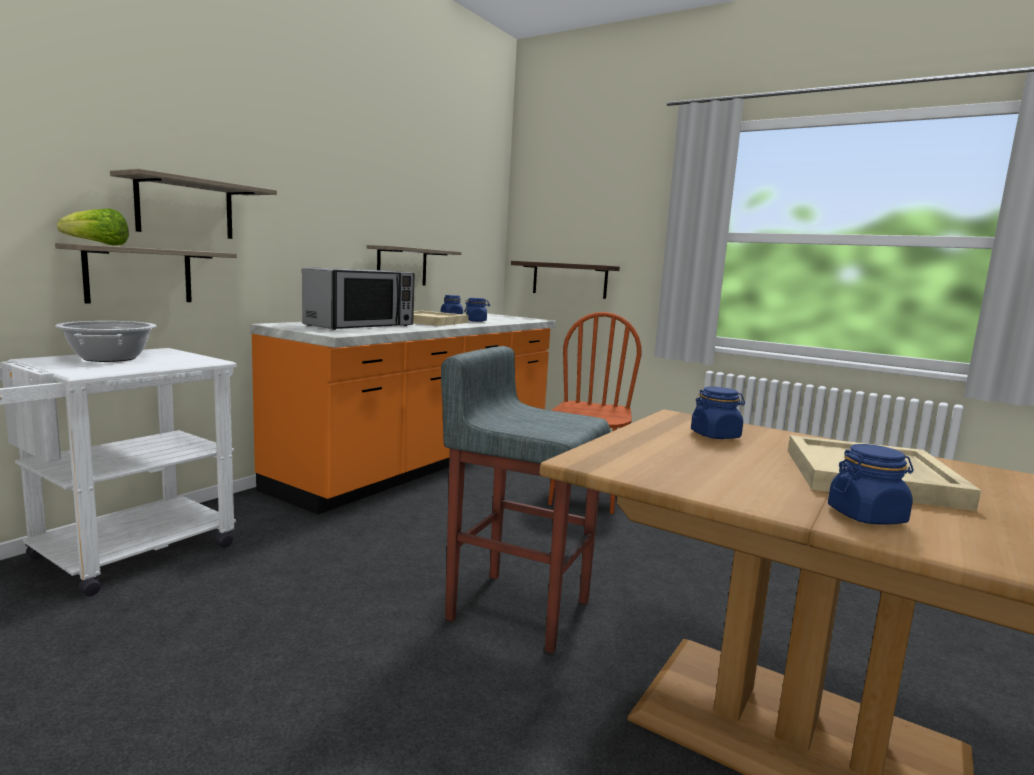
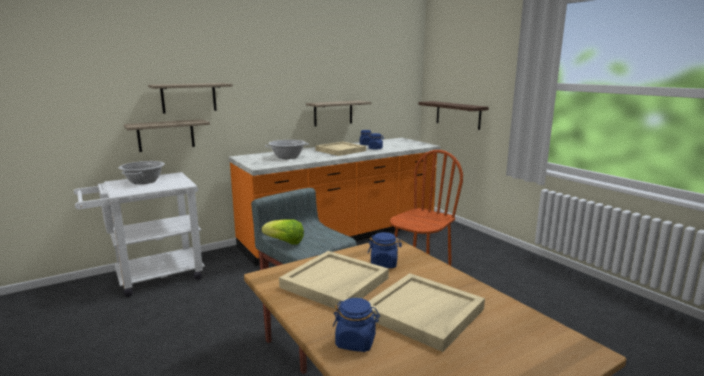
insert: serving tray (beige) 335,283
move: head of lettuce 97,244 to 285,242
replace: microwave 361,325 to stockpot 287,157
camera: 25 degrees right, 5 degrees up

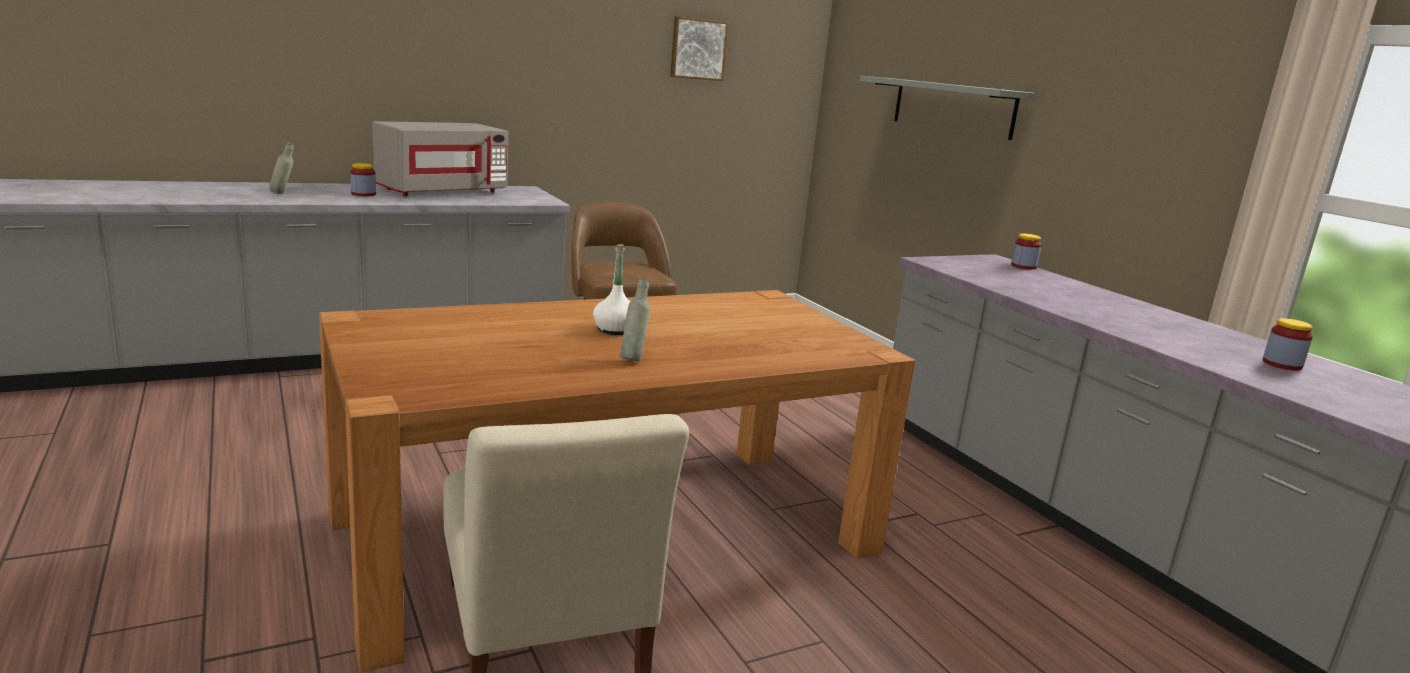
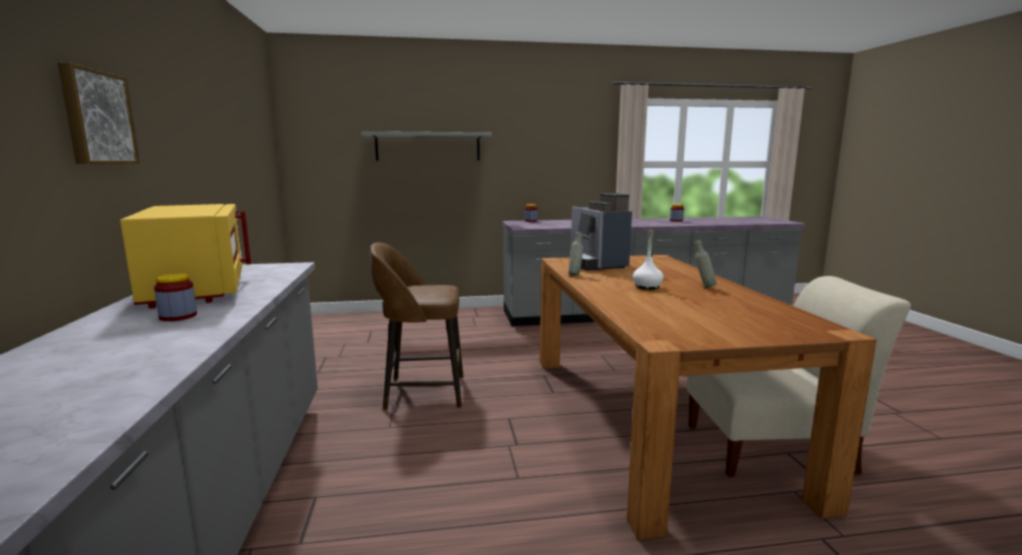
insert: coffee machine 596,264
move: wall art 697,49 to 96,118; beverage bottle (gray) 283,194 to 575,274
recolor: microwave (gray) 442,191 to microwave (yellowish) 196,290
camera: 70 degrees left, 5 degrees down

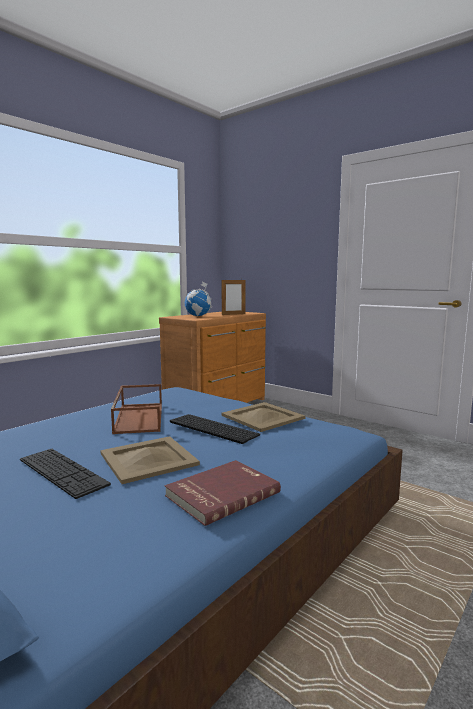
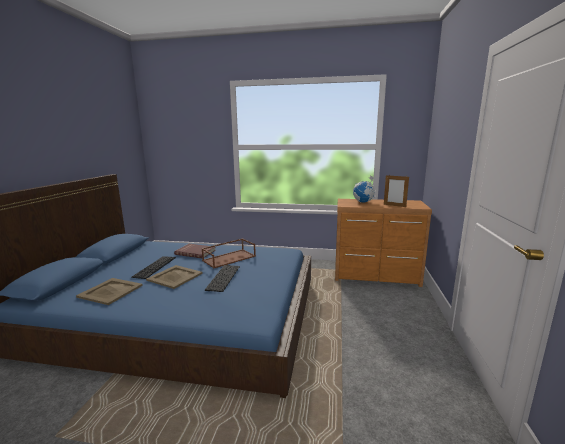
move: serving tray (beige) 262,417 to 110,291; book (reddish) 221,493 to 195,252
camera: 60 degrees right, 5 degrees up

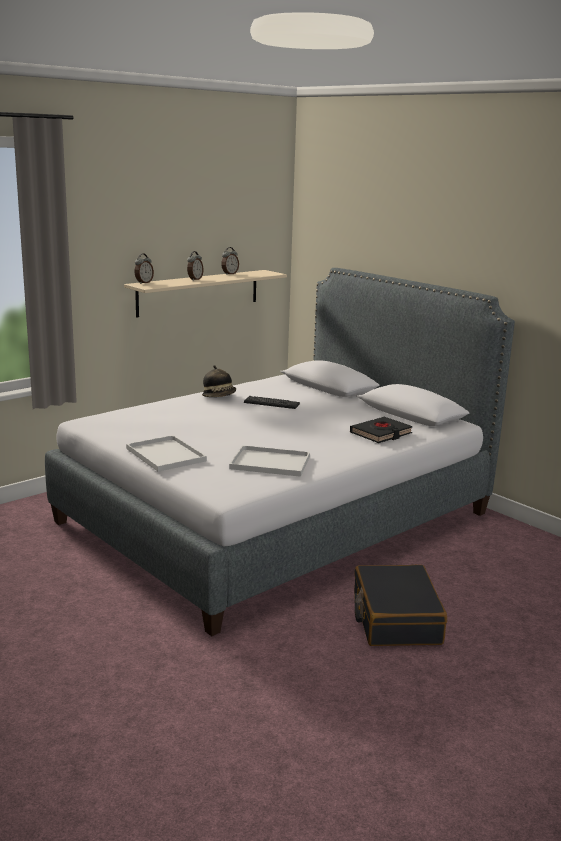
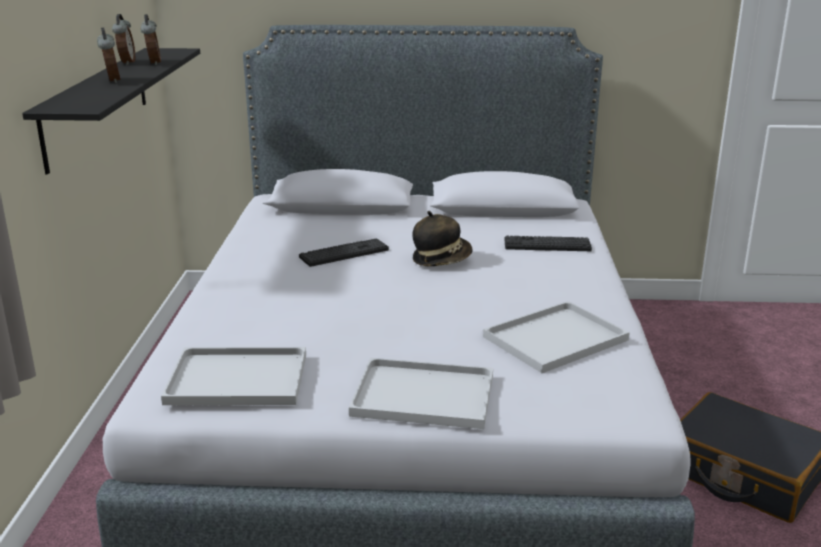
insert: serving tray (whitish) 234,379
move: alarm clock 143,283 to 153,63; hat 219,396 to 441,259
replace: book (black) 381,434 to keyboard 547,245
recolor: wall shelf (beige) 198,292 to wall shelf (black) 97,105
camera: 45 degrees left, 5 degrees up

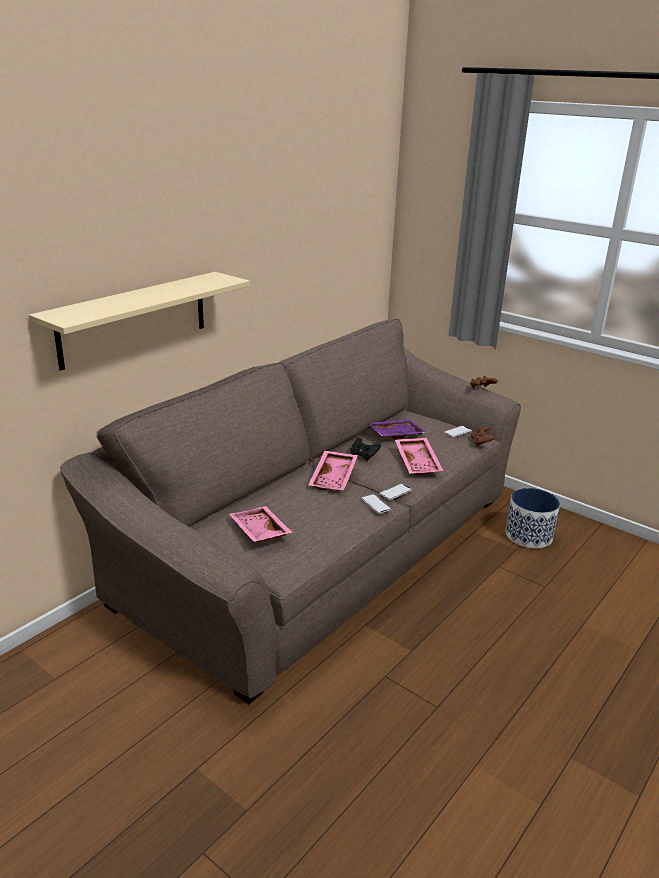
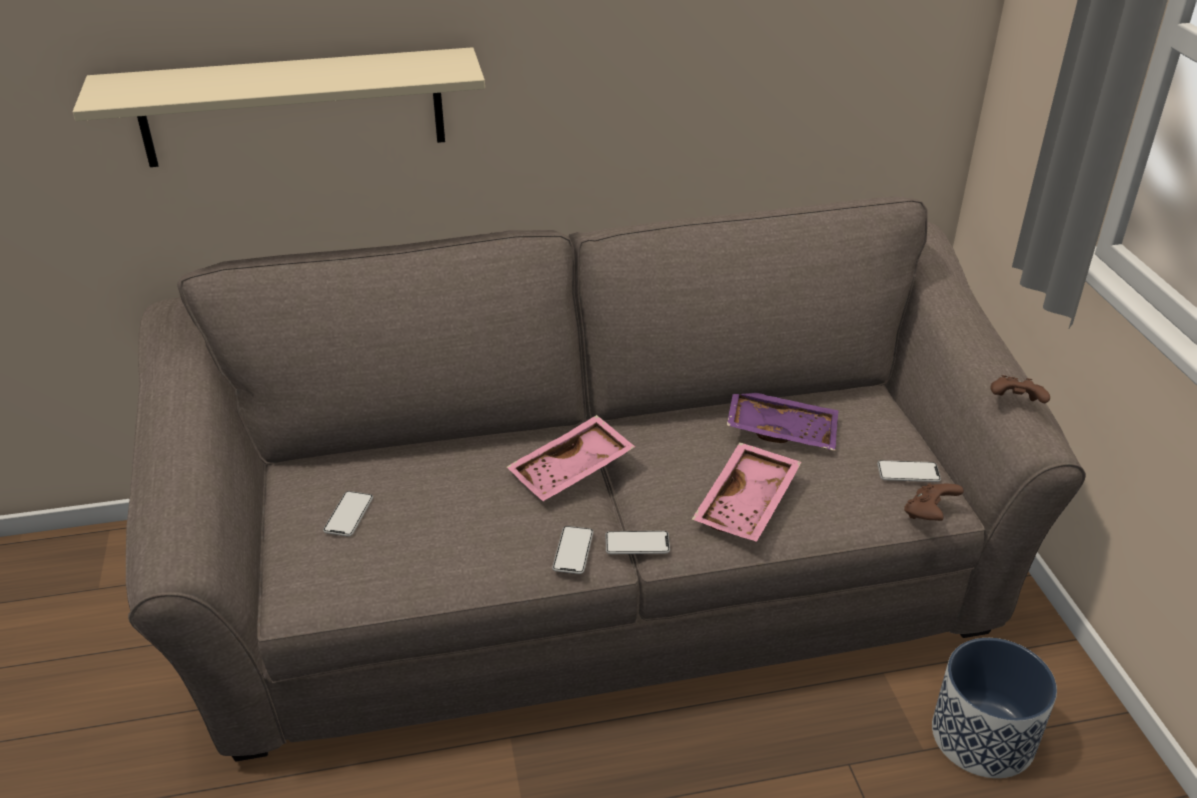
delete: joypad (black) 363,456
replace: serving tray (pinkish) 258,532 to phone 348,515
camera: 40 degrees right, 10 degrees up

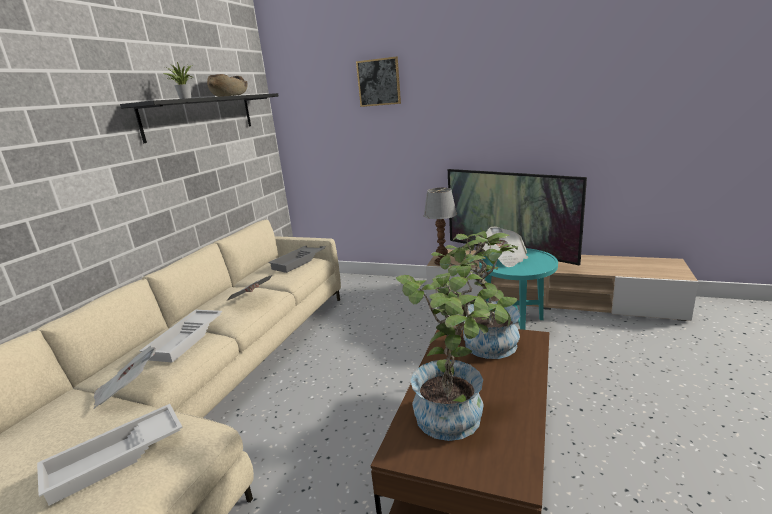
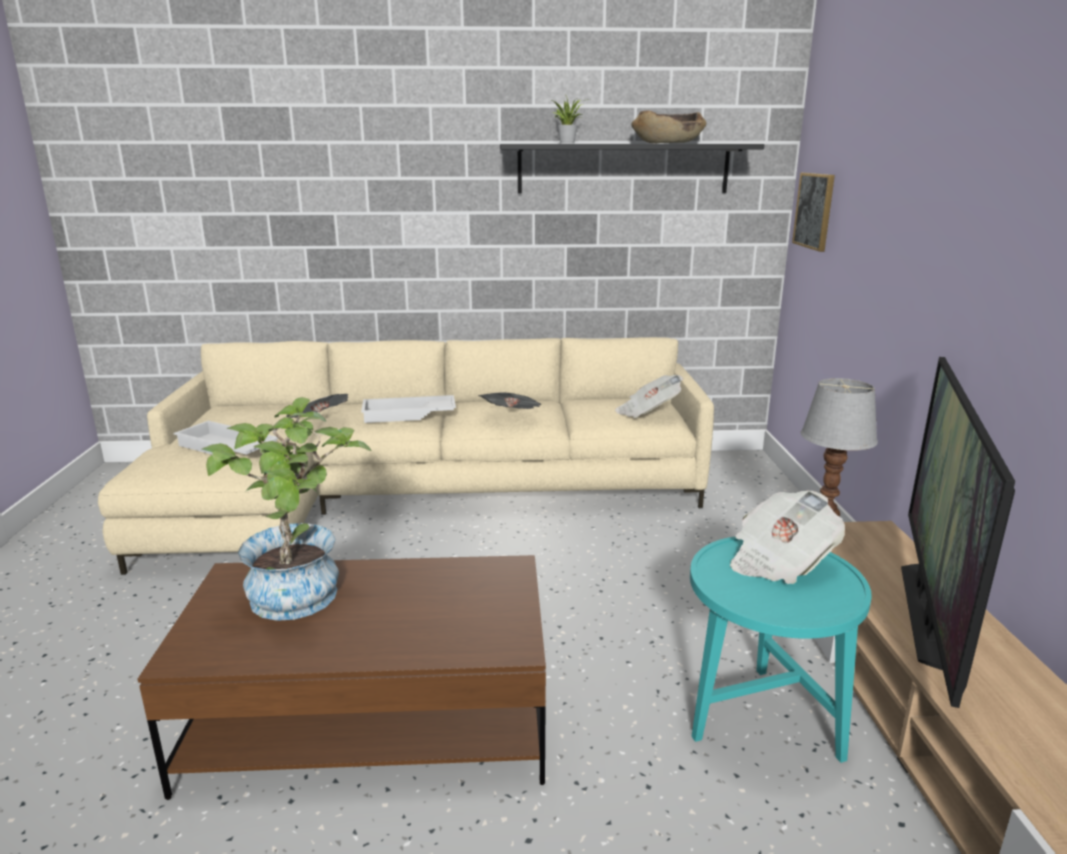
delete: potted plant 482,344
move: wall art 379,82 to 814,211
replace: serving tray (gray) 299,261 to printed paper 647,412
camera: 65 degrees right, 0 degrees up

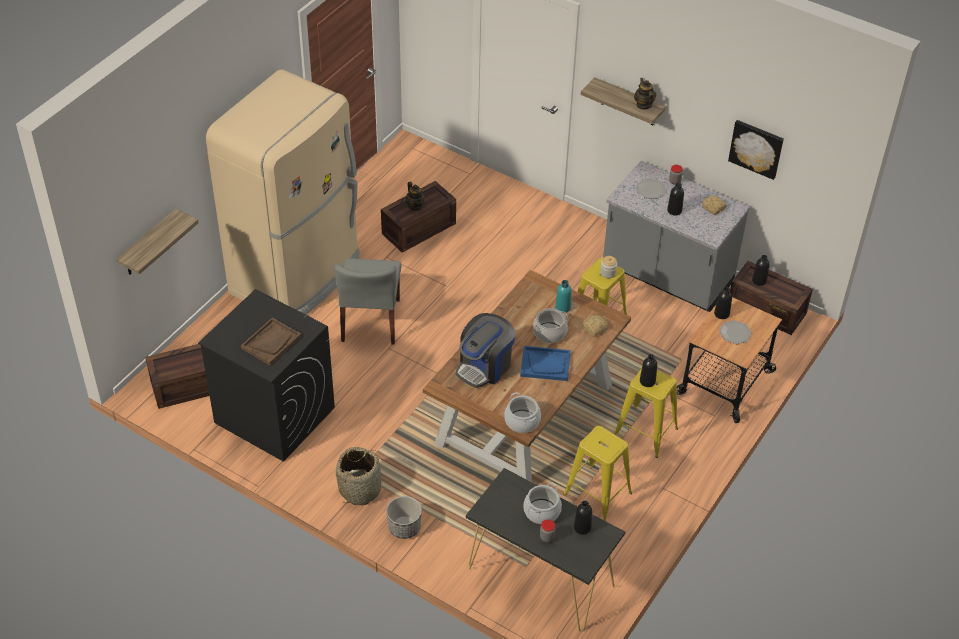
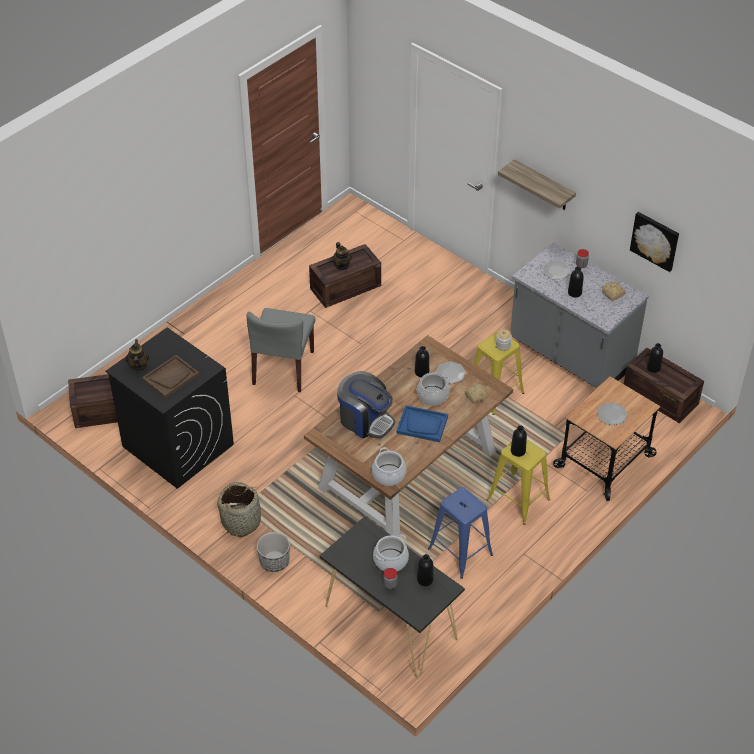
delete: fridge (beige) 297,276; wall shelf 148,244
move: tea pot 643,105 to 138,366; beverage bottle (black) 721,314 to 421,372
replace: beverage bottle (turquoise-coloured) 563,307 to dinner plate 450,373
recolor: stool seat (yellowish) 597,494 to stool seat (blue-coloured) 460,552
rotate: coffee machine 485,366 = 365,420 105 degrees counterclockwise
camera: 10 degrees right, 0 degrees up

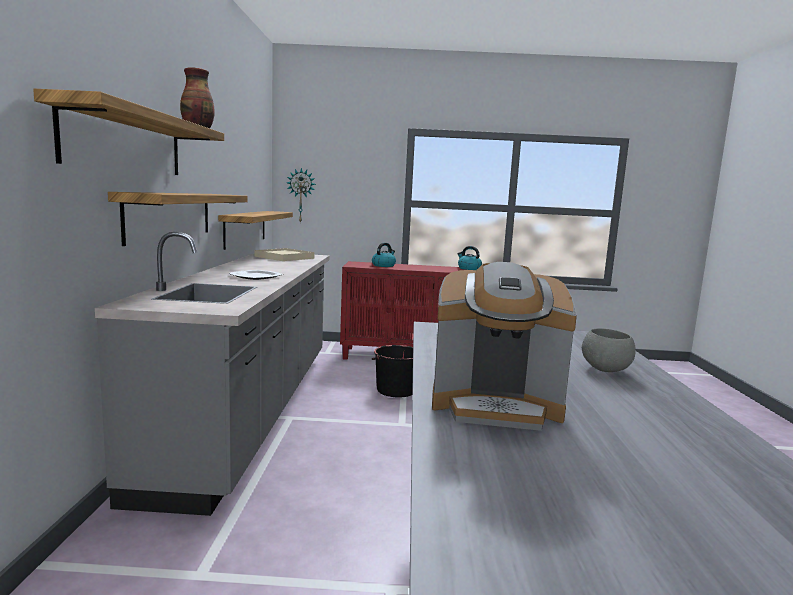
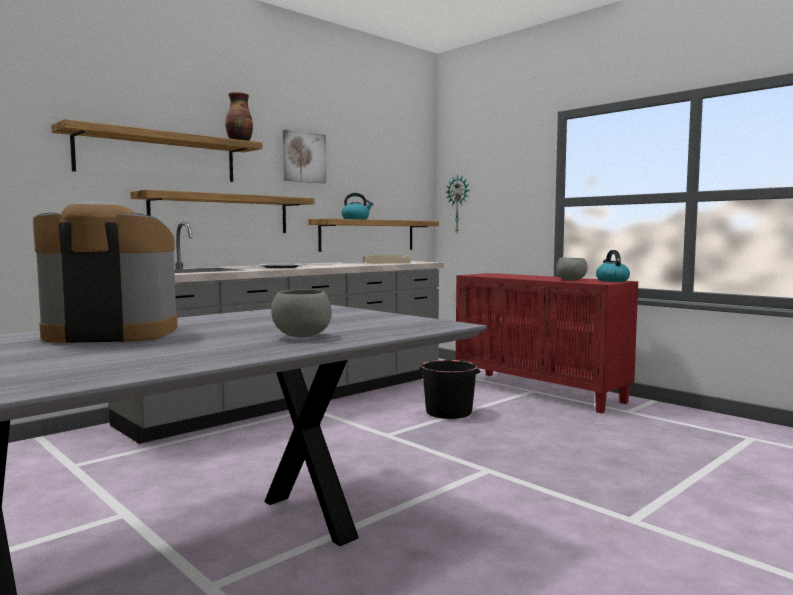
insert: wall art 303,157; serving bowl (gray) 571,280
move: water kettle 383,265 to 356,219
rotate: coffee machine 496,405 = 111,334 120 degrees clockwise
camera: 45 degrees right, 5 degrees down

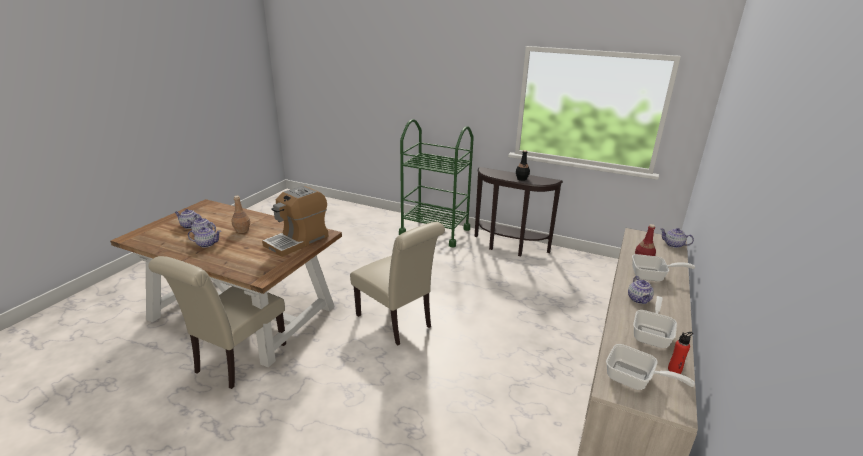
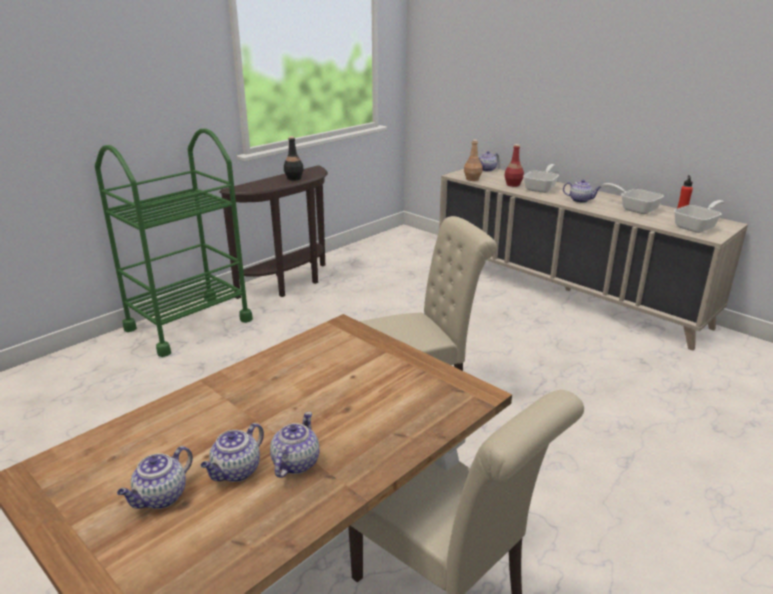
delete: coffee machine 297,240
move: beverage bottle (brownish) 242,230 to 472,179
camera: 70 degrees left, 0 degrees up

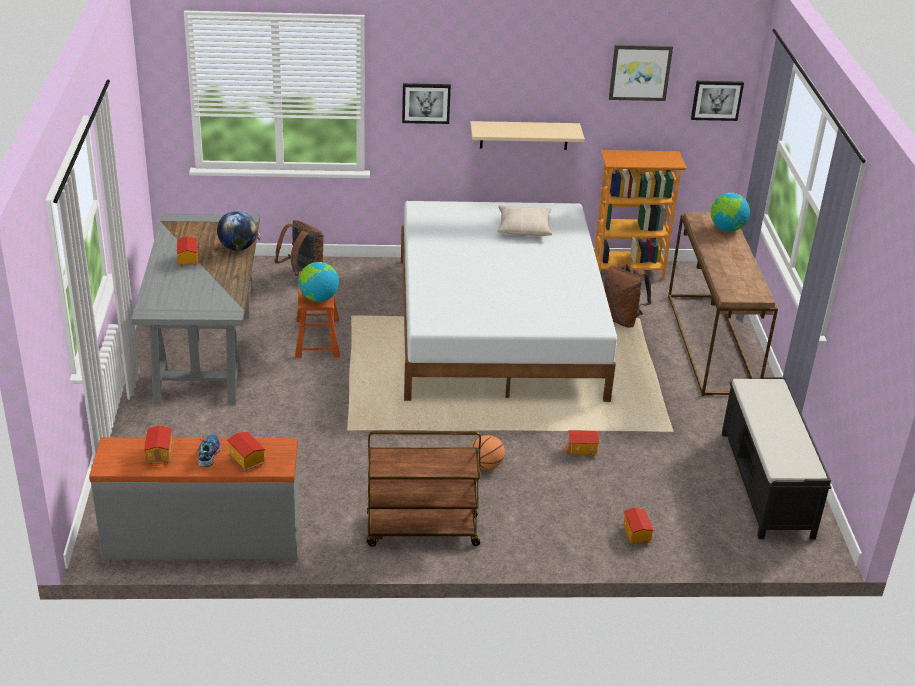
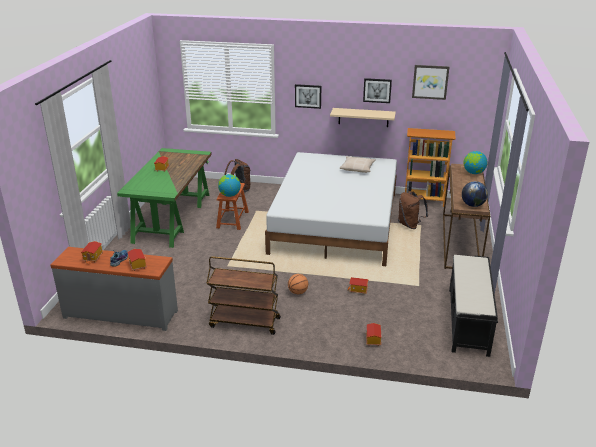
move: wall art 716,100 to 377,90; globe 238,248 to 472,205
recolor: desk (gray) 205,344 to desk (green-coloured) 172,217
camera: 15 degrees right, 5 degrees down

